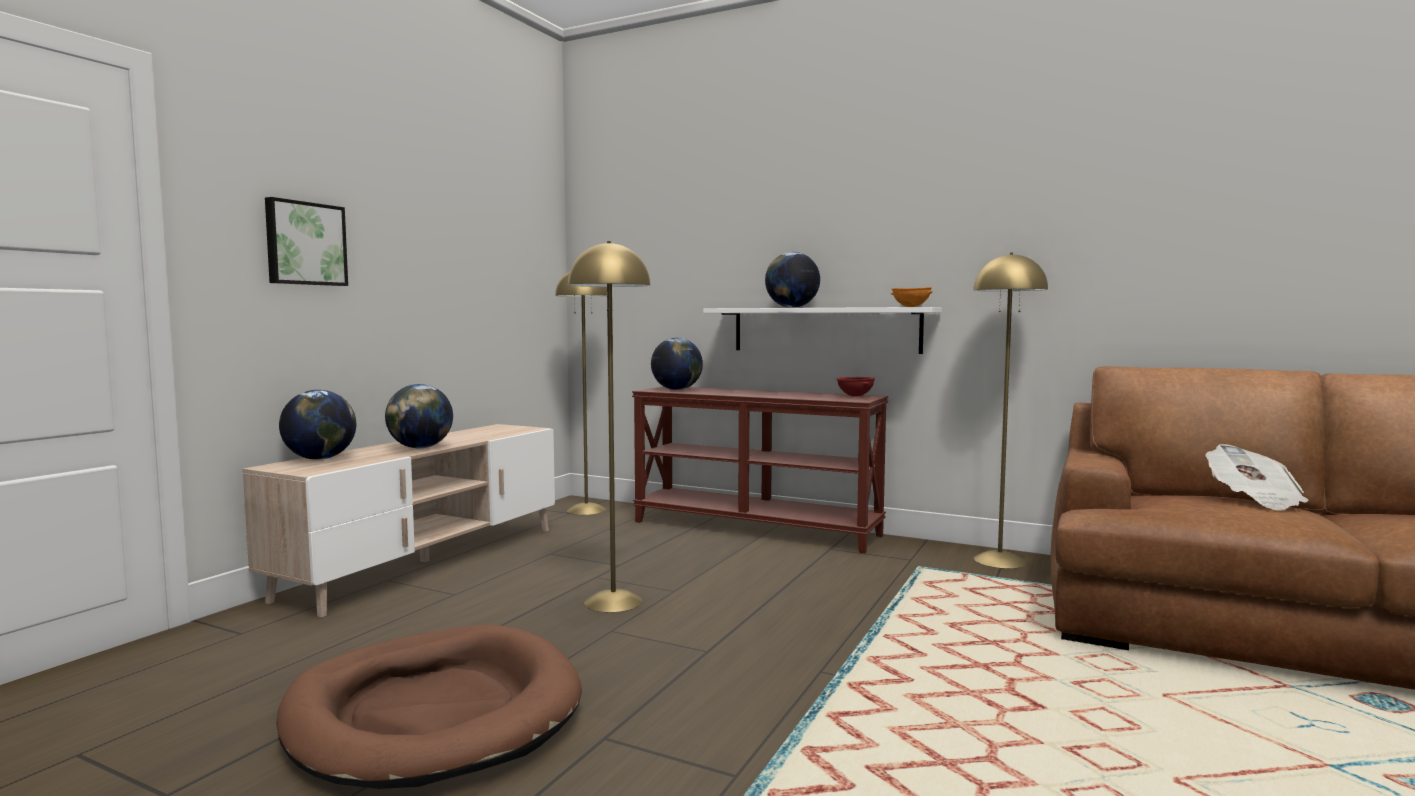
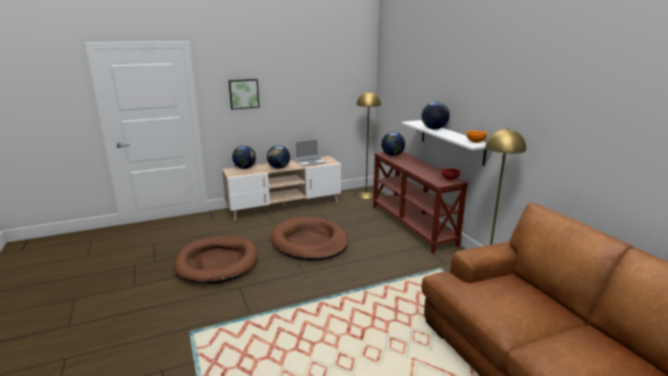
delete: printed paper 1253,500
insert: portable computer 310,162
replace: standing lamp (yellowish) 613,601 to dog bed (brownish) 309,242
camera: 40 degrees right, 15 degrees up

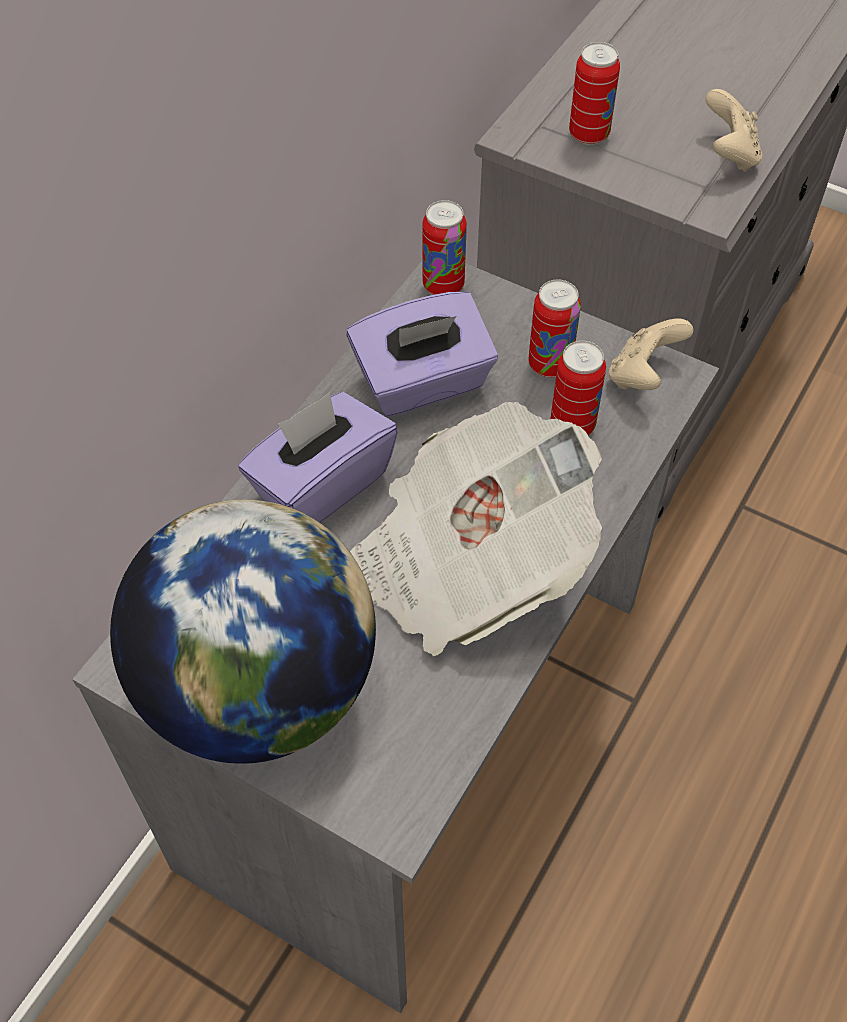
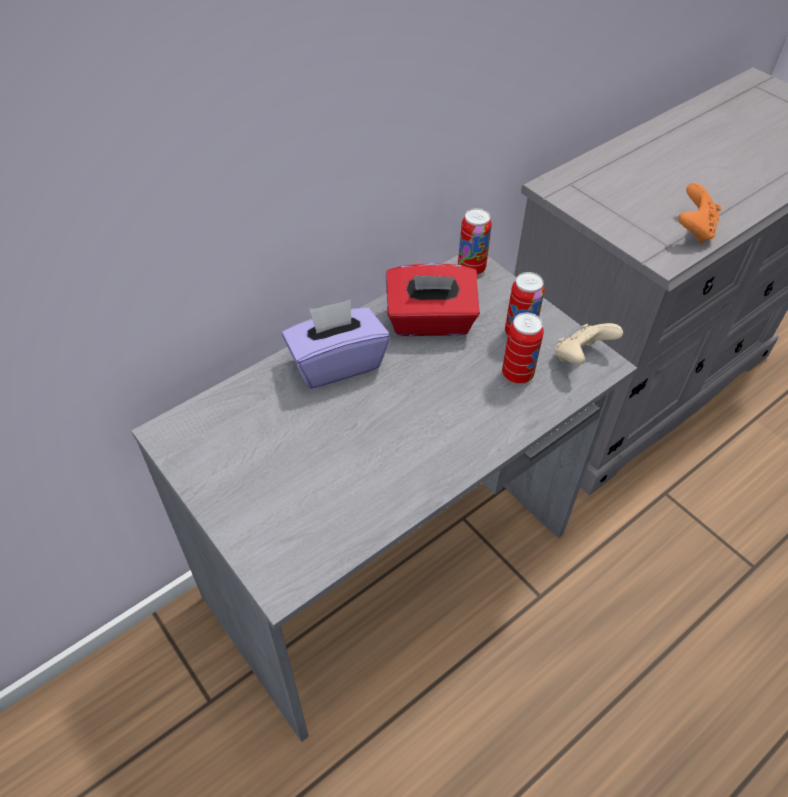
delete: can 589,134; printed paper 467,562; globe 259,689
recolor: joypad (beige) 729,154 to joypad (orange) 693,230; tissue holder (purple-coloured) 423,383 to tissue holder (reddish) 430,322
camera: 20 degrees right, 5 degrees down

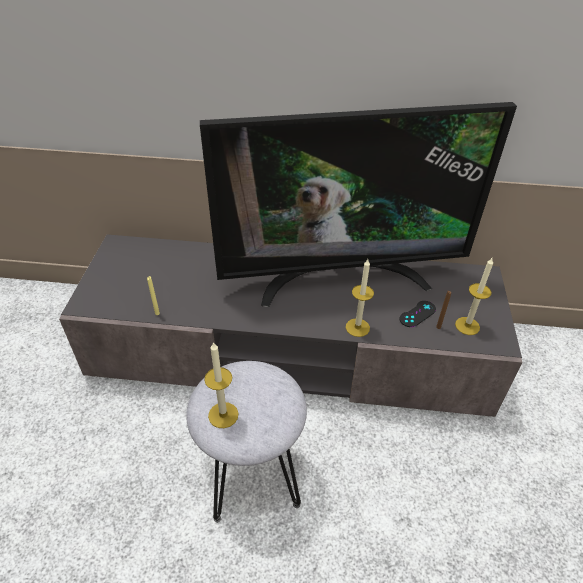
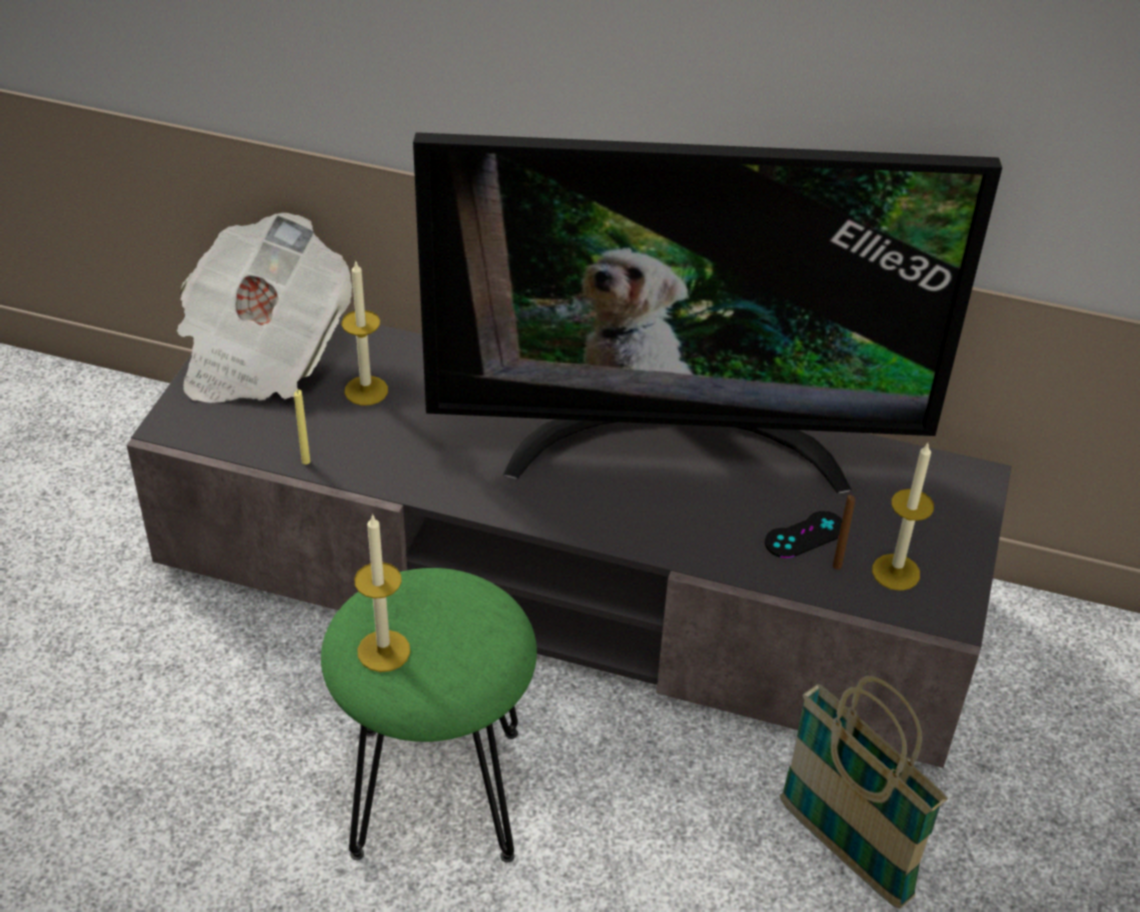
insert: printed paper 261,351; basket 844,851
move: wax light 357,327 to 366,390
recolor: stool seat (gray) 253,474 to stool seat (green-coloured) 438,792
camera: 10 degrees right, 0 degrees up

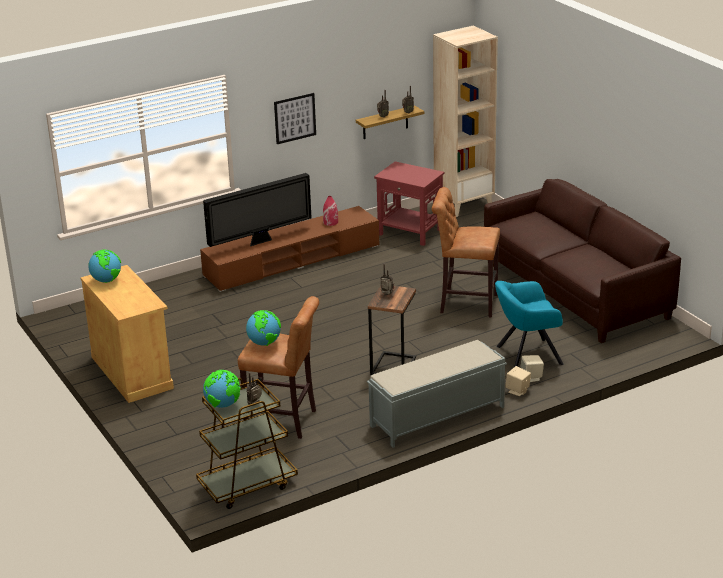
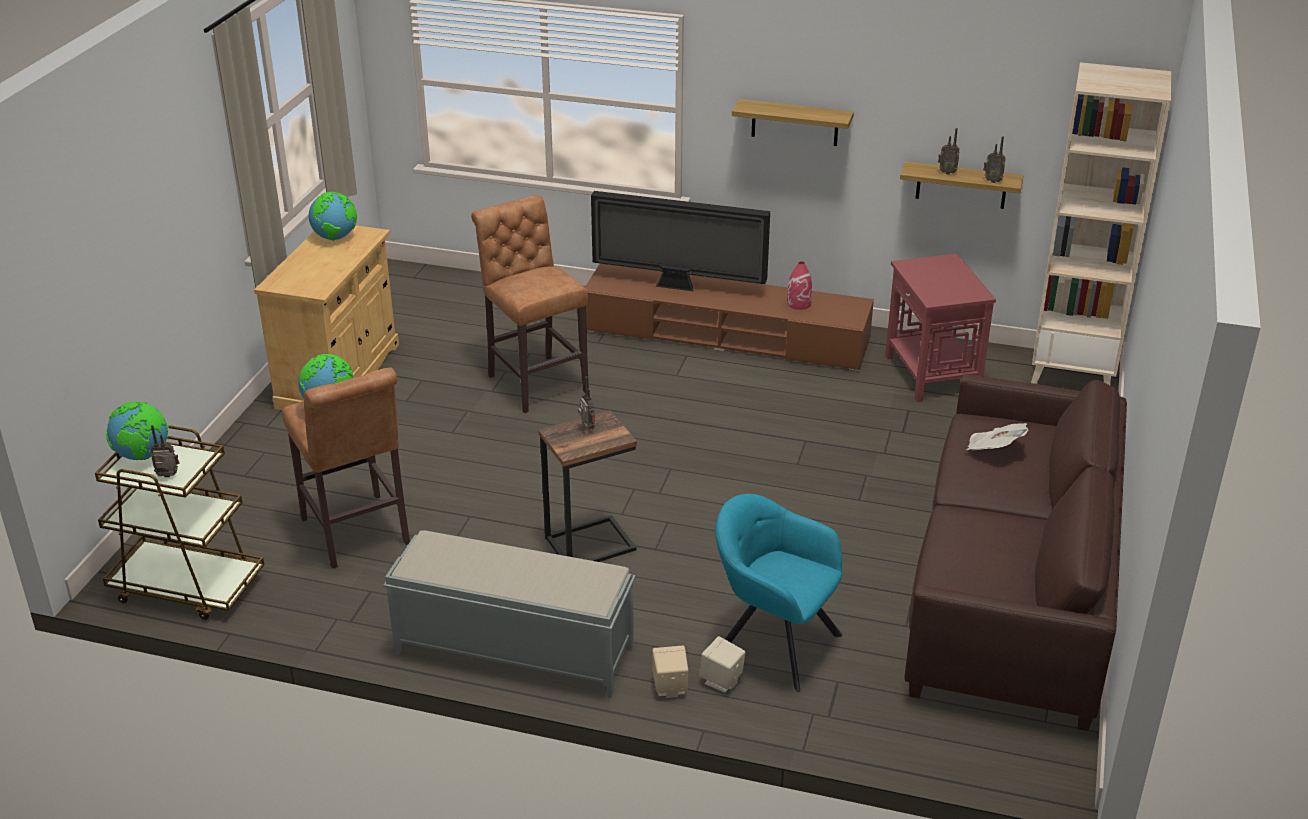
insert: printed paper 993,450
move: stool seat (brownish) 465,304 to 535,381
replace: wall art 295,118 to wall shelf 795,123
camera: 45 degrees right, 5 degrees up

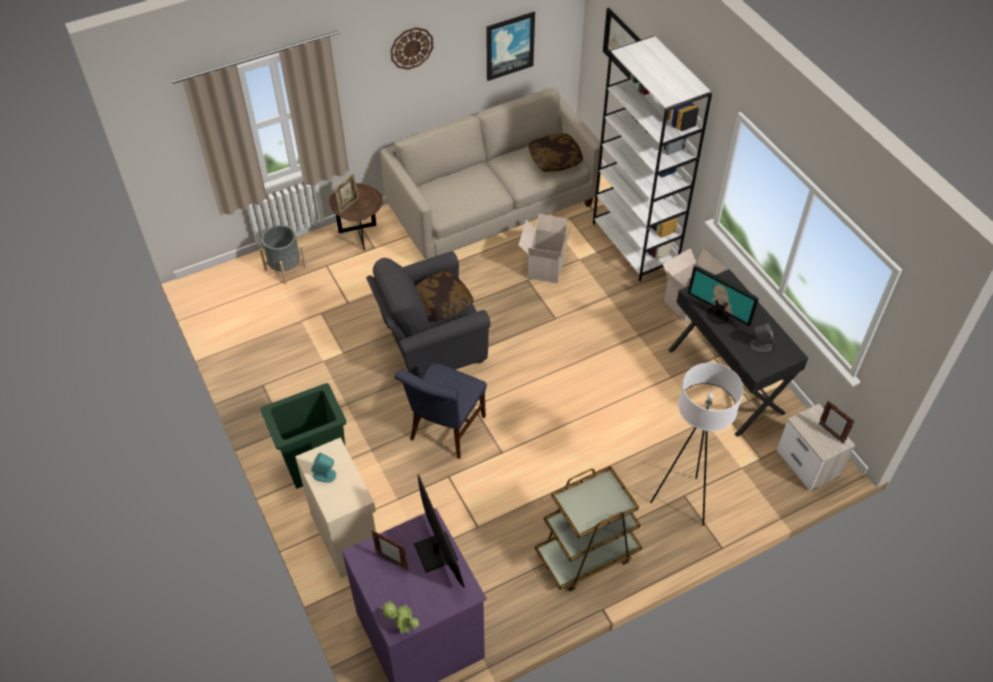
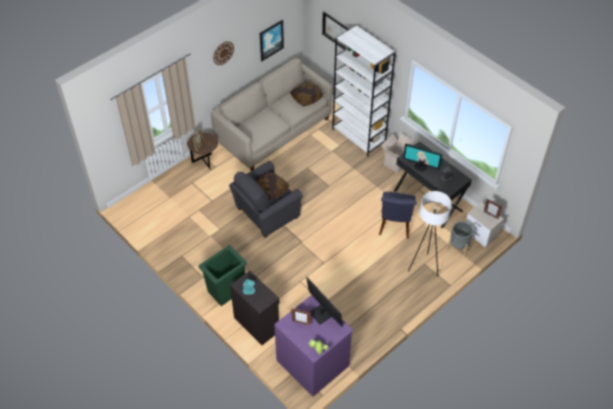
delete: cardboard box 544,267; cart (brownish) 586,554
move: plant pot (gray) 285,268 to 458,246; plain chair (blue-coloured) 445,431 to 395,226
recolor: cabinet (beige) 346,536 to cabinet (black) 257,323
camera: 15 degrees left, 0 degrees up

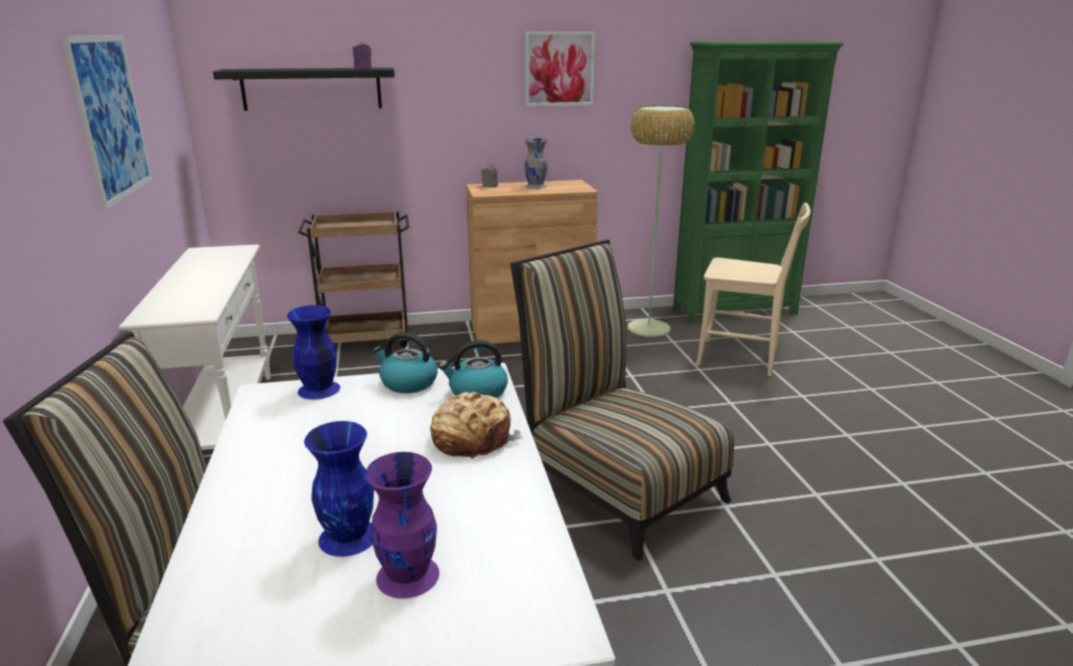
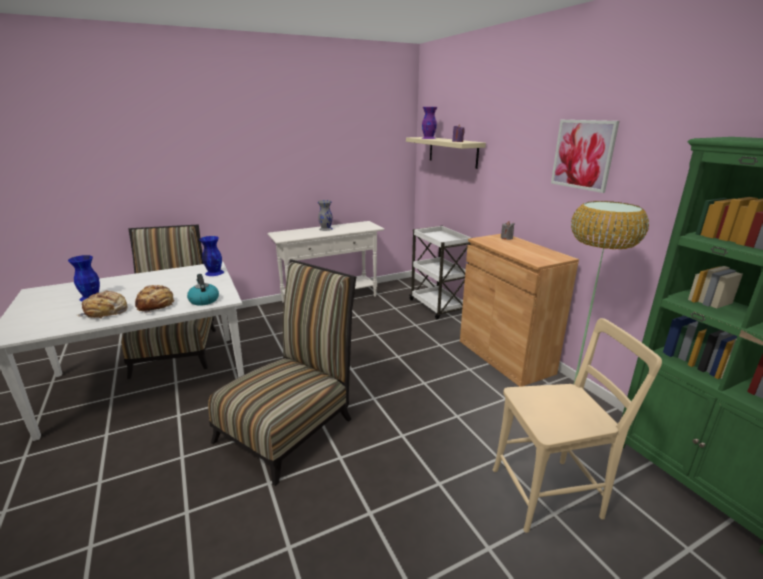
delete: wall art 111,117; water kettle 408,383
insert: bakery bread 106,312
move: decorative vase (gray) 536,186 to 325,229; decorative vase (purple-coloured) 409,575 to 428,138
recolor: wall shelf (black) 312,89 to wall shelf (beige) 452,151; cart (brownish) 367,339 to cart (whitish) 438,307
rotate: plain chair (beige) 742,358 = 551,492 105 degrees counterclockwise
camera: 75 degrees right, 0 degrees up

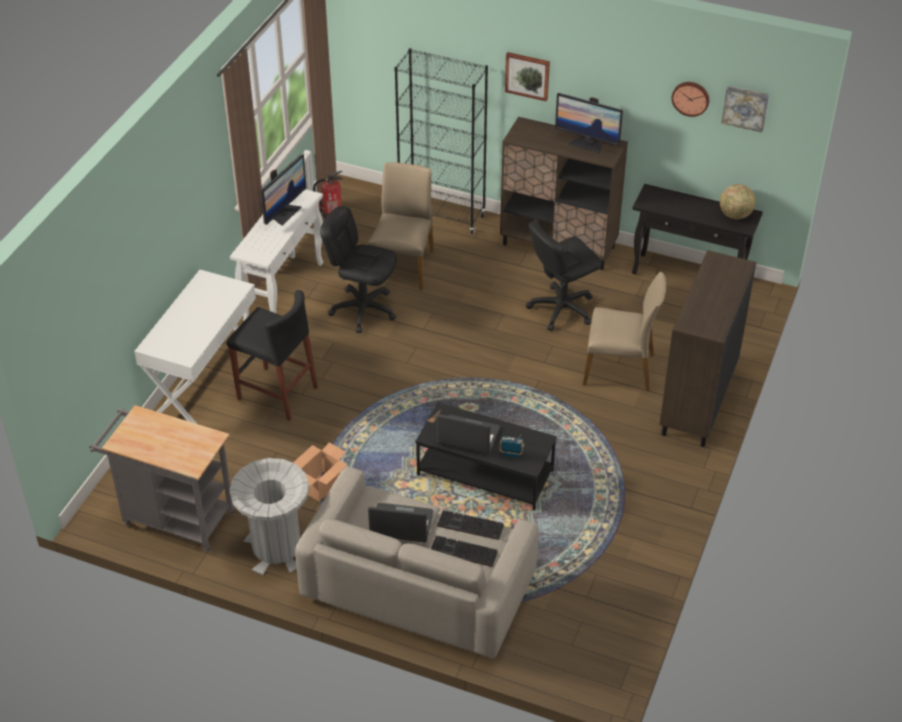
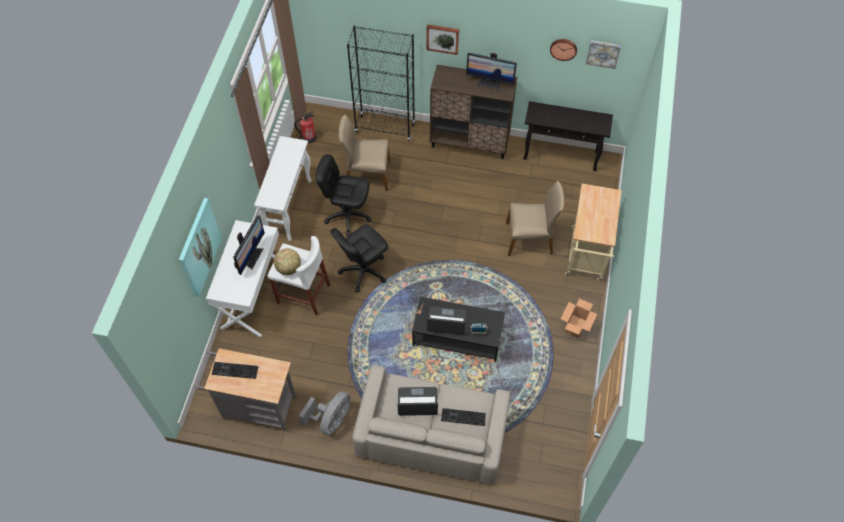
insert: wall art 198,247
move: computer screen 284,213 to 251,257; globe 735,215 to 289,268; computer chair (black) 561,309 to 363,271; cardboard box 321,487 to 575,327; keyboard 469,526 to 234,371
replace: cabinet (brownish) 698,401 to cart (beige) 586,258; rubbish bin (gray) 276,548 to fan (gray) 331,420
recolor: stool seat (black) 277,393 to stool seat (whitish) 303,294
rotate: plain chair (beige) 403,266 = 367,174 90 degrees counterclockwise
camera: 10 degrees left, 15 degrees up

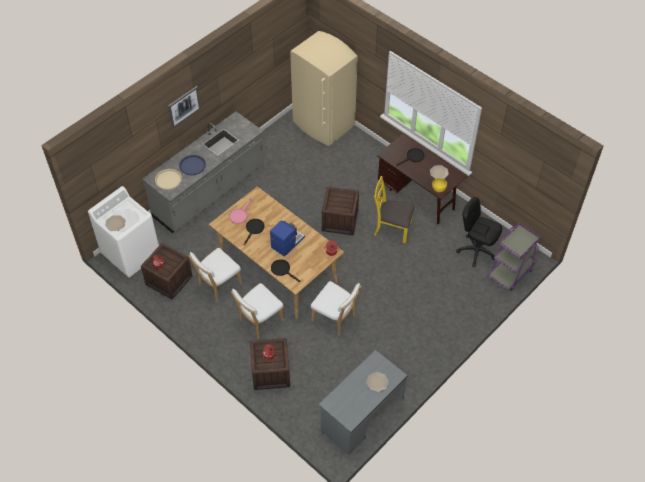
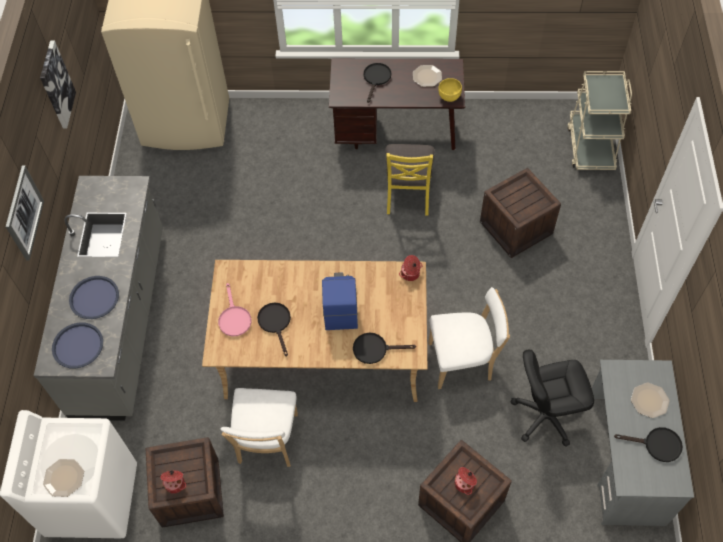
delete: plain chair (whitish) 259,321
insert: wall art 56,85; skillet (black) 657,445
move: shipping crate 340,220 to 516,228; computer chair (black) 476,250 to 545,415
recolor: serving tray (beige) 168,179 to serving tray (blue-coloured) 78,346; cart (purple-coloured) 510,272 to cart (beige) 590,146
rotate: plain chair (yellowish) 392,228 = 408,194 60 degrees counterclockwise
camera: 40 degrees left, 5 degrees up

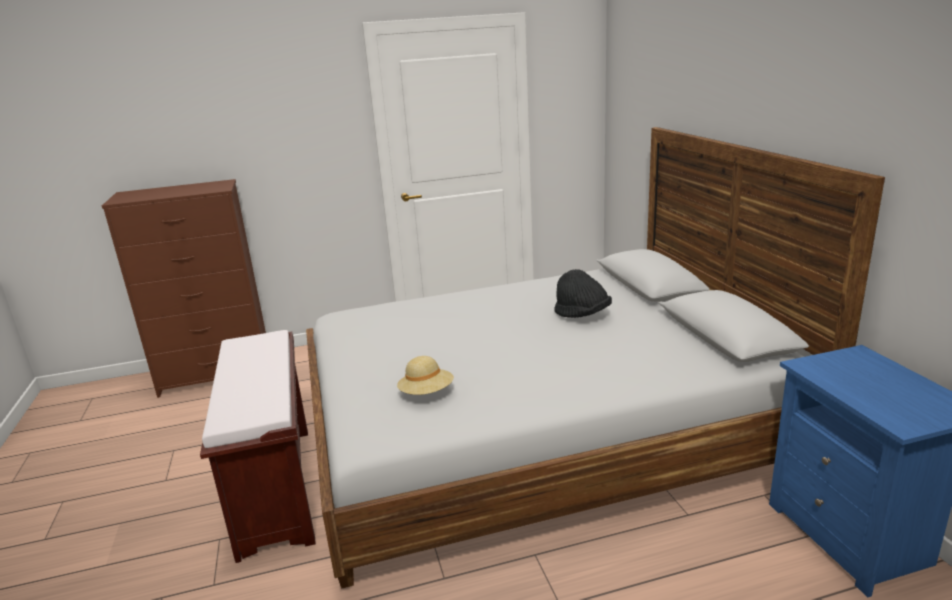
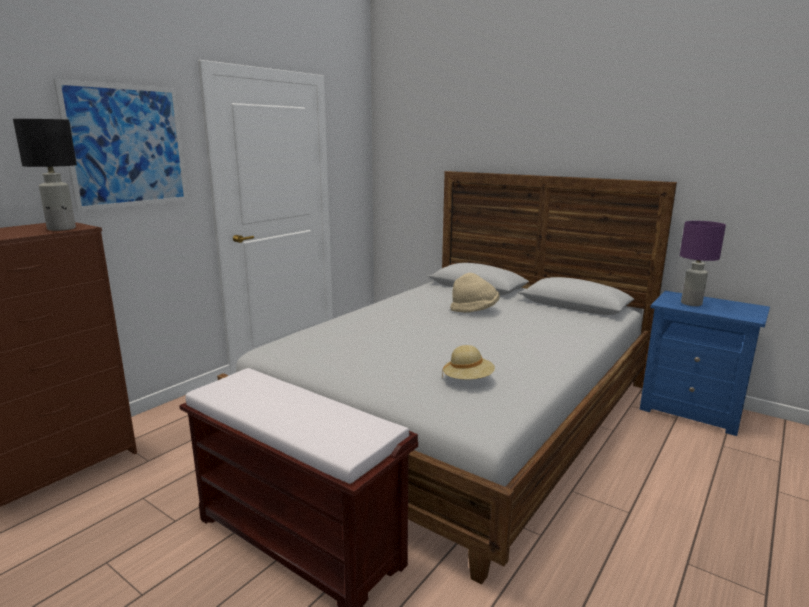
insert: wall art 127,146; table lamp (black) 62,229; table lamp (purple-coloured) 691,304
recolor: hat (black) 582,315 to hat (beige) 474,310
camera: 40 degrees left, 5 degrees down

